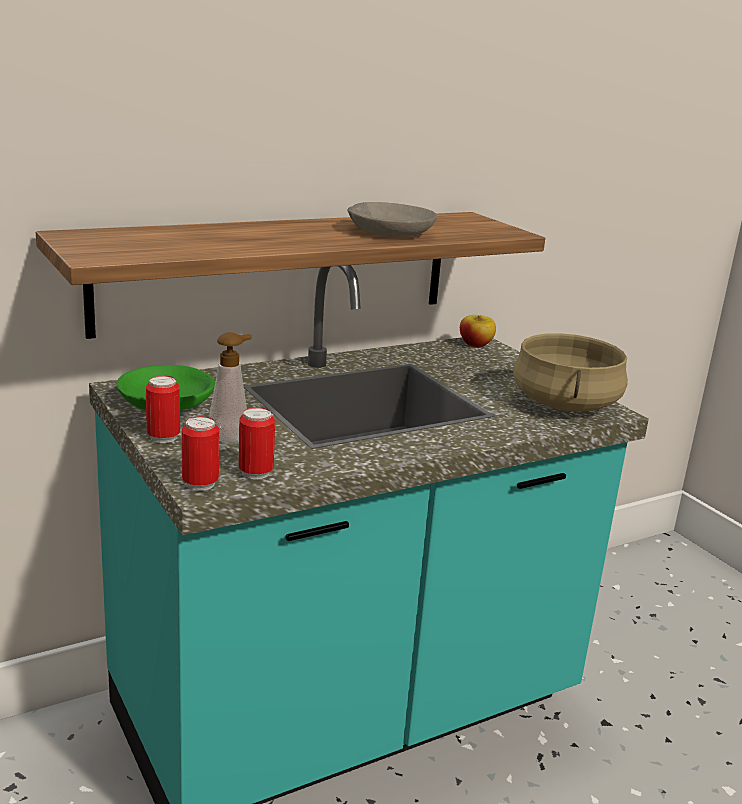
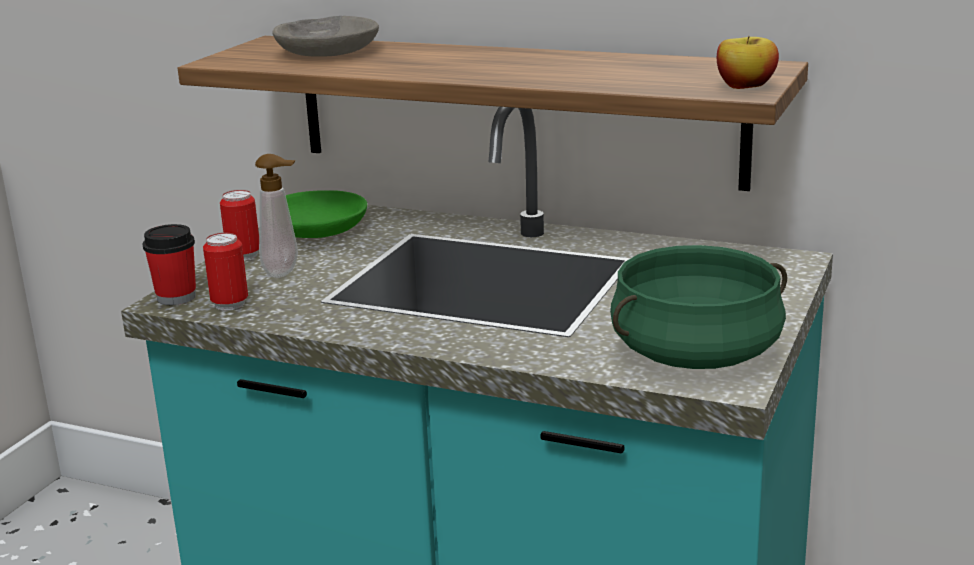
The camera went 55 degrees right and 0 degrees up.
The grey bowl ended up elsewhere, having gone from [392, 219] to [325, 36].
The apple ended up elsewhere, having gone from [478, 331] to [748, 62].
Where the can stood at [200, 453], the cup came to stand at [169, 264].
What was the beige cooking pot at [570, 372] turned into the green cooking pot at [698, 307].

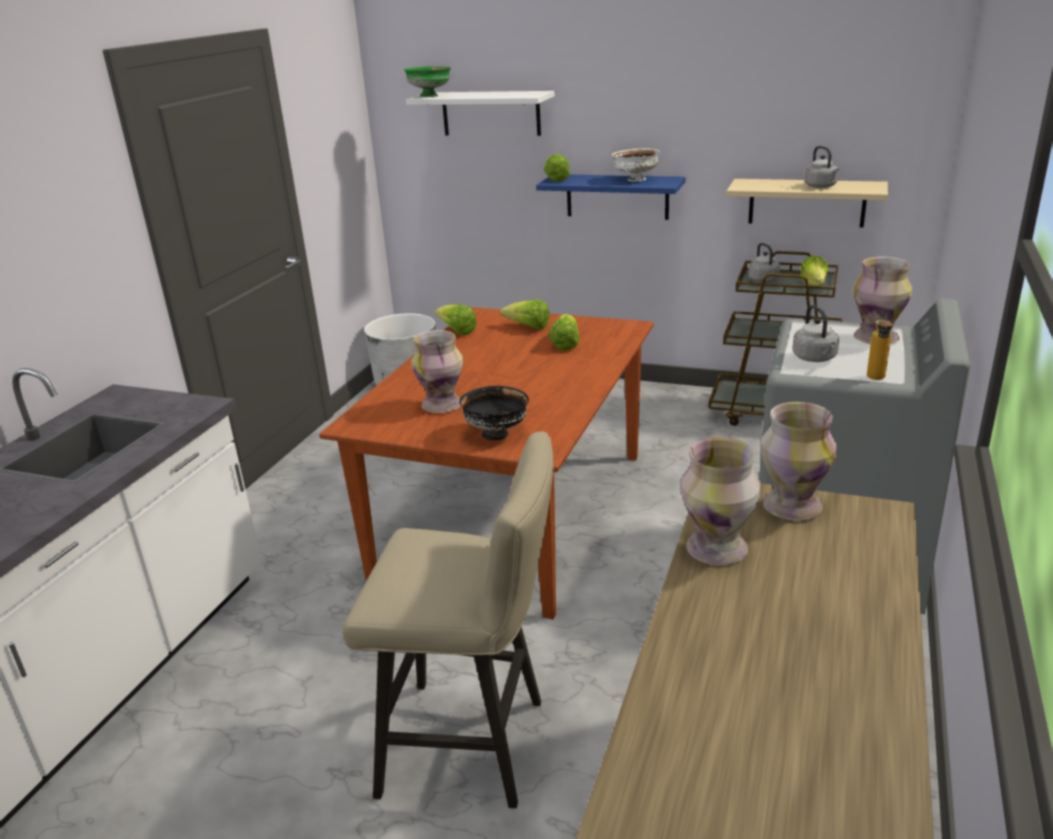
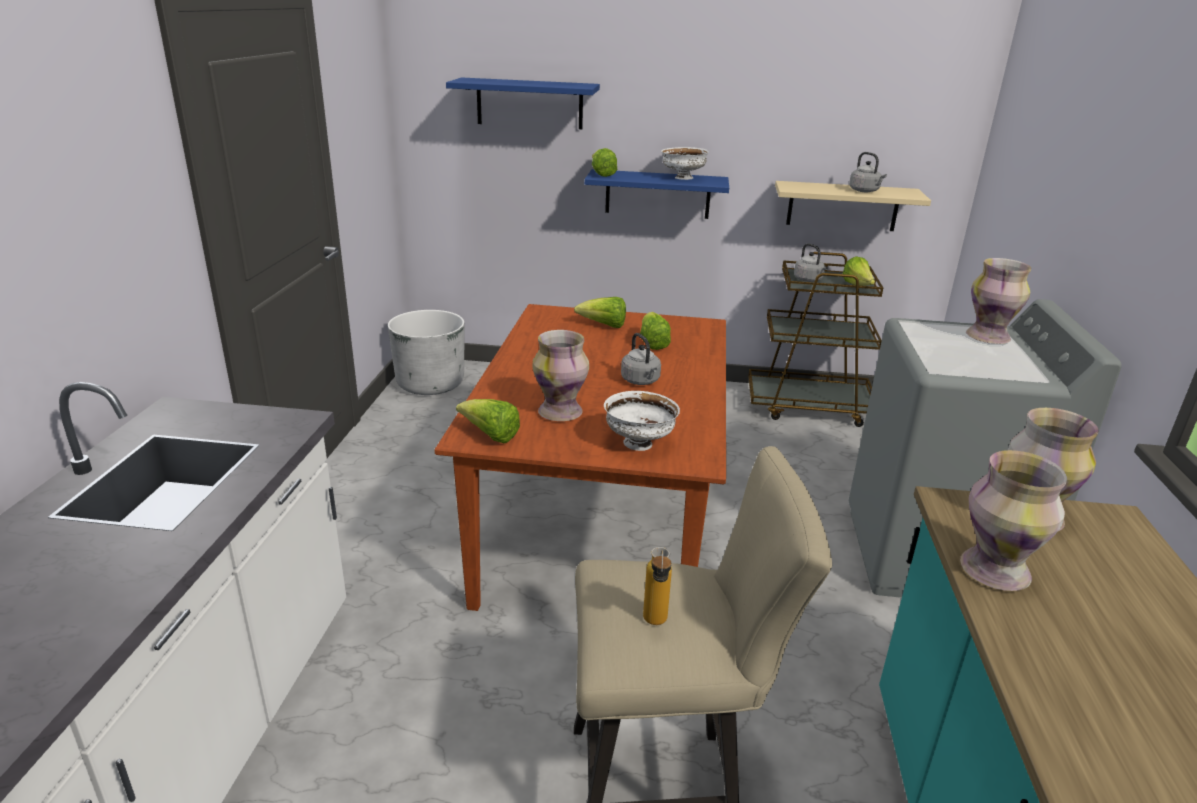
The camera went 15 degrees left and 0 degrees up.
The second view lost the green bowl at [427, 82].
The lettuce ended up elsewhere, having gone from [456, 319] to [488, 421].
The grey kettle ended up elsewhere, having gone from [816, 333] to [641, 359].
The bottle ended up elsewhere, having gone from [880, 347] to [657, 586].
What was the white shelf at [480, 113] turned into the blue shelf at [523, 103].
What was the black bowl at [494, 413] turned into the white bowl at [642, 421].

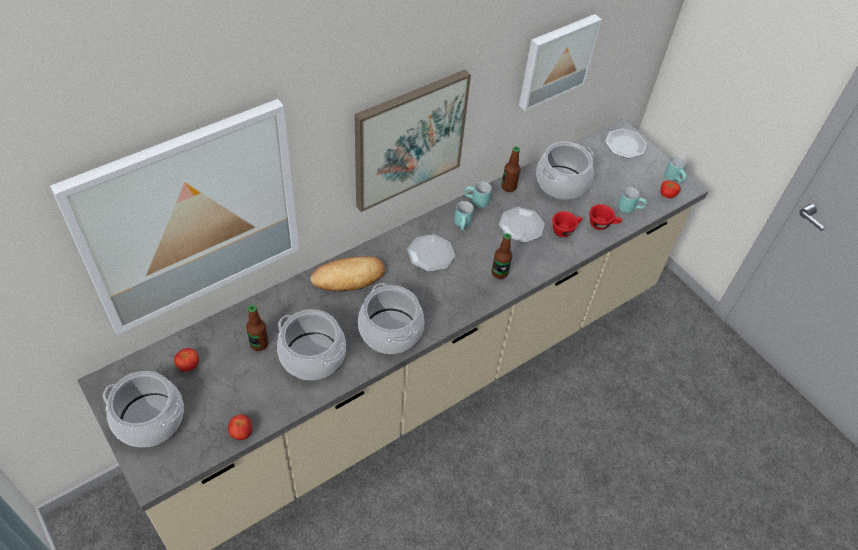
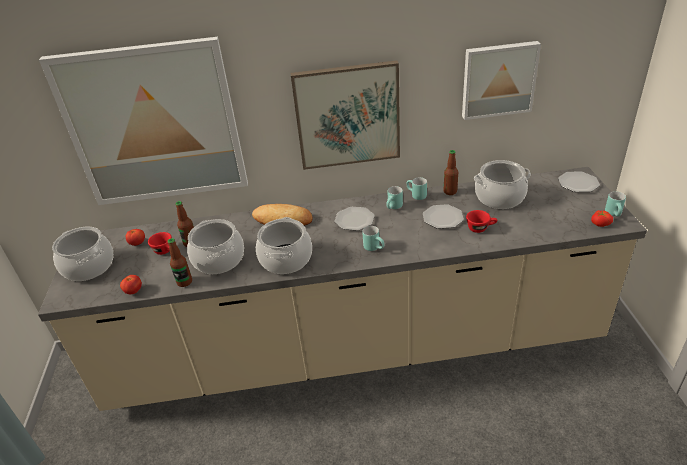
The camera went 35 degrees right and 15 degrees down.
The bottle ended up elsewhere, having gone from [502, 256] to [179, 262].
The red cup ended up elsewhere, having gone from [605, 217] to [160, 243].
The turquoise mug ended up elsewhere, having gone from [632, 200] to [373, 238].

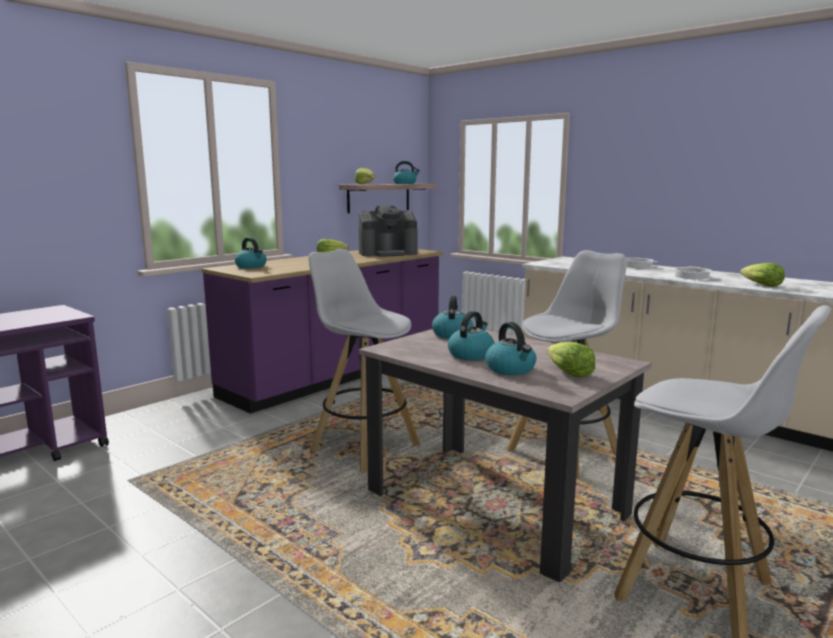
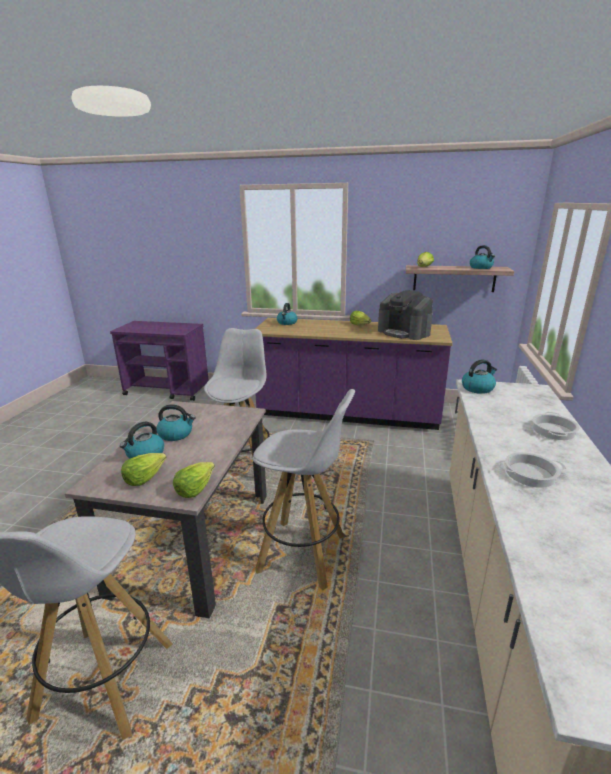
The camera went 60 degrees right and 10 degrees up.
The kettle ended up elsewhere, having gone from [453, 317] to [479, 376].
The lettuce ended up elsewhere, having gone from [762, 275] to [194, 480].

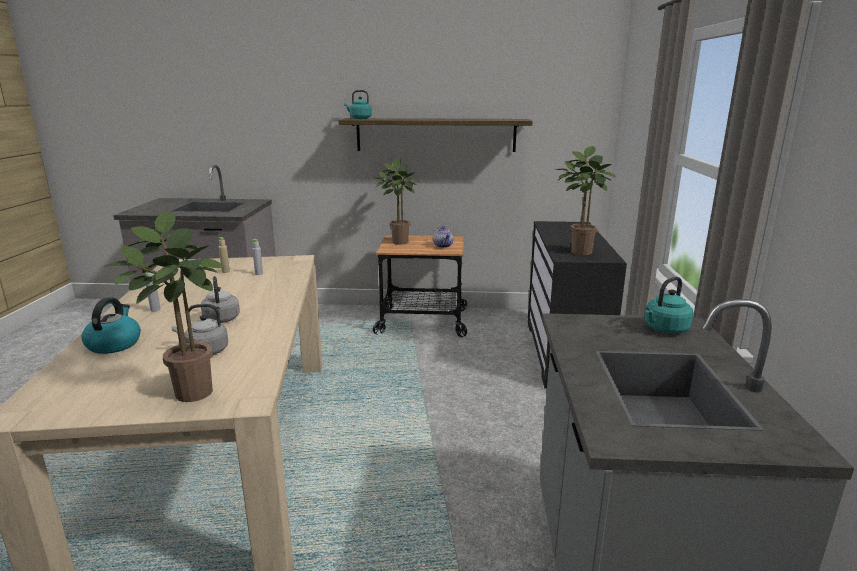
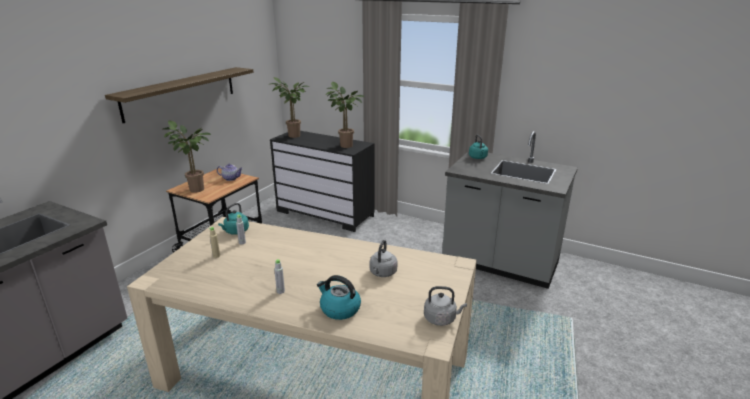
The camera went 65 degrees left and 5 degrees up.
The potted plant ended up elsewhere, having gone from [164, 306] to [289, 107].
The grey kettle ended up elsewhere, having gone from [220, 299] to [445, 306].
The turquoise kettle ended up elsewhere, having gone from [358, 104] to [233, 219].

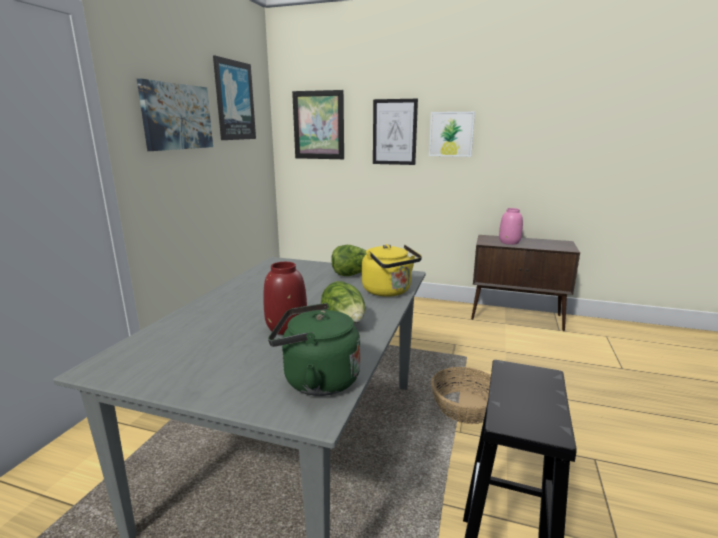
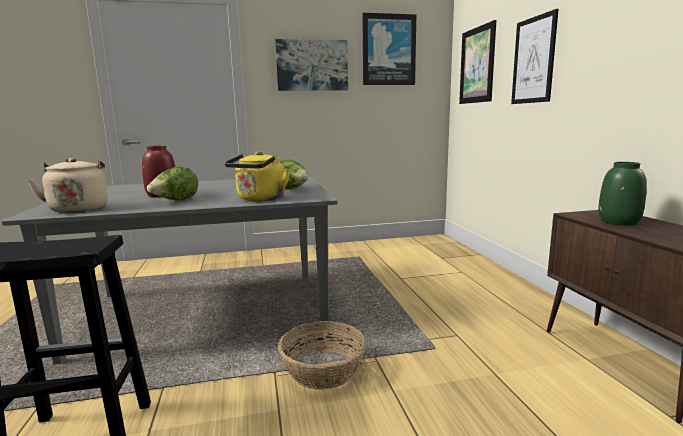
The camera went 60 degrees right and 5 degrees down.
The second view lost the picture at [452, 134].
What was the green kettle at [314, 349] turned into the beige kettle at [67, 185].
What was the pink vase at [511, 226] turned into the green vase at [622, 194].

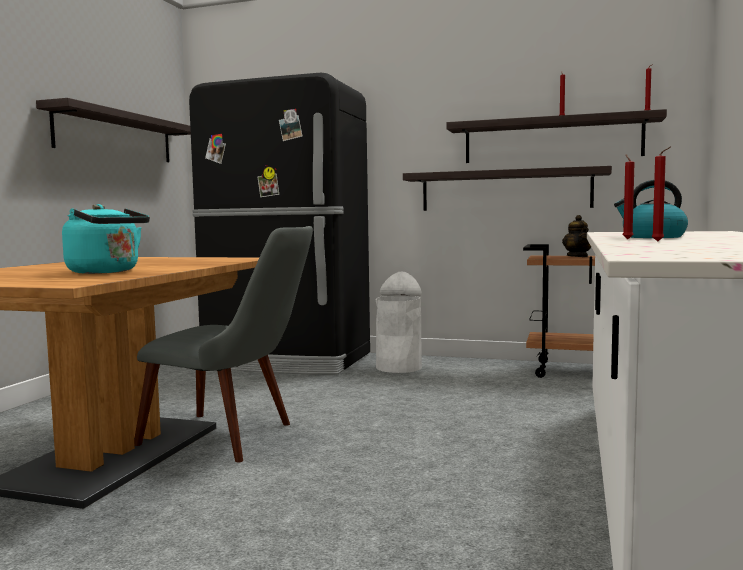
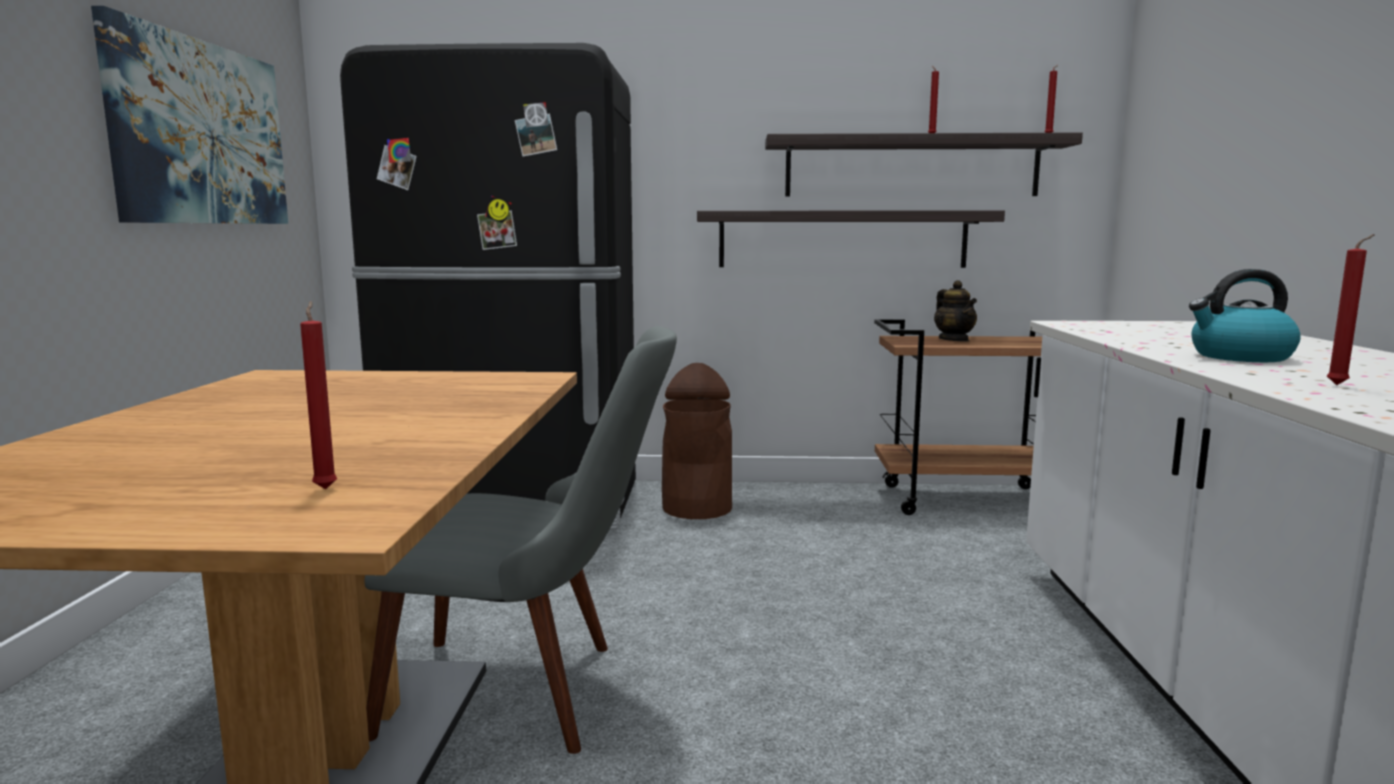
The camera went 15 degrees left and 5 degrees up.
The second view lost the turquoise kettle at [106, 239].
The red candle ended up elsewhere, having gone from [628, 196] to [318, 395].
Where the shelf hung at [113, 130], the picture came to hang at [189, 115].
What was the white trash can at [398, 322] turned into the brown trash can at [697, 441].

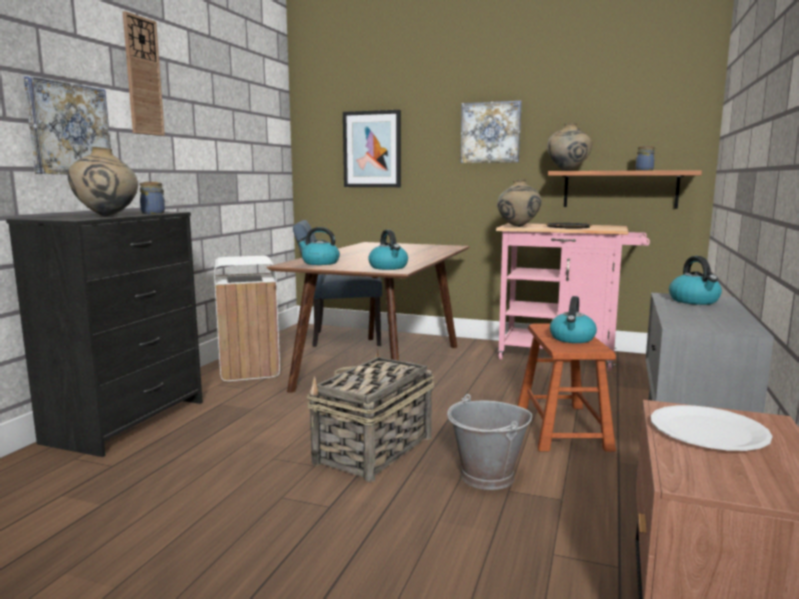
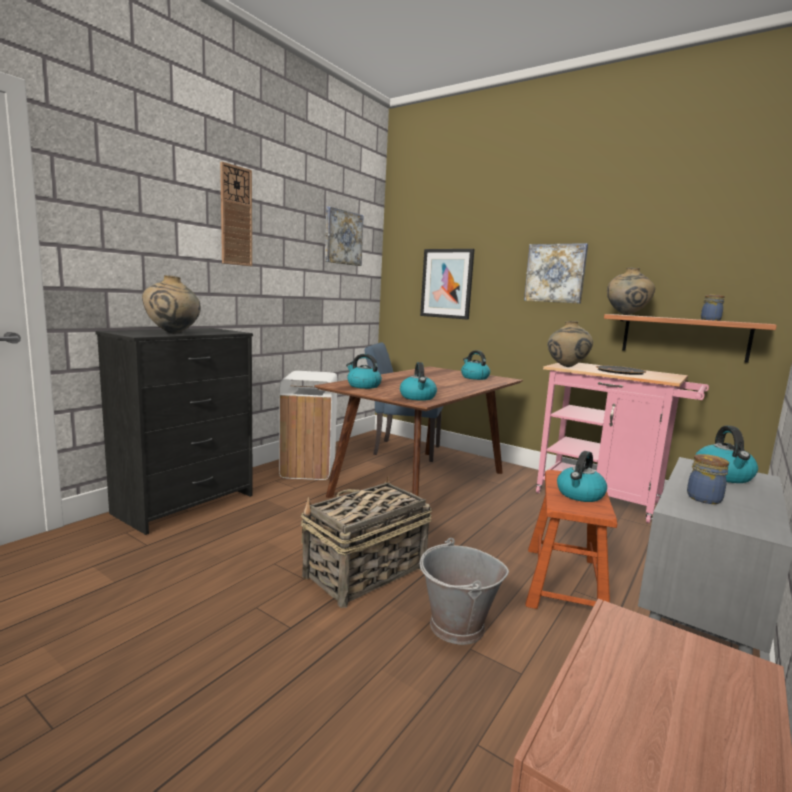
The camera went 15 degrees right and 0 degrees up.
The second view lost the white plate at [711, 428].
The second view gained the kettle at [475, 365].
The picture ended up elsewhere, having gone from [67, 125] to [344, 236].
The jar ended up elsewhere, having gone from [152, 198] to [708, 479].

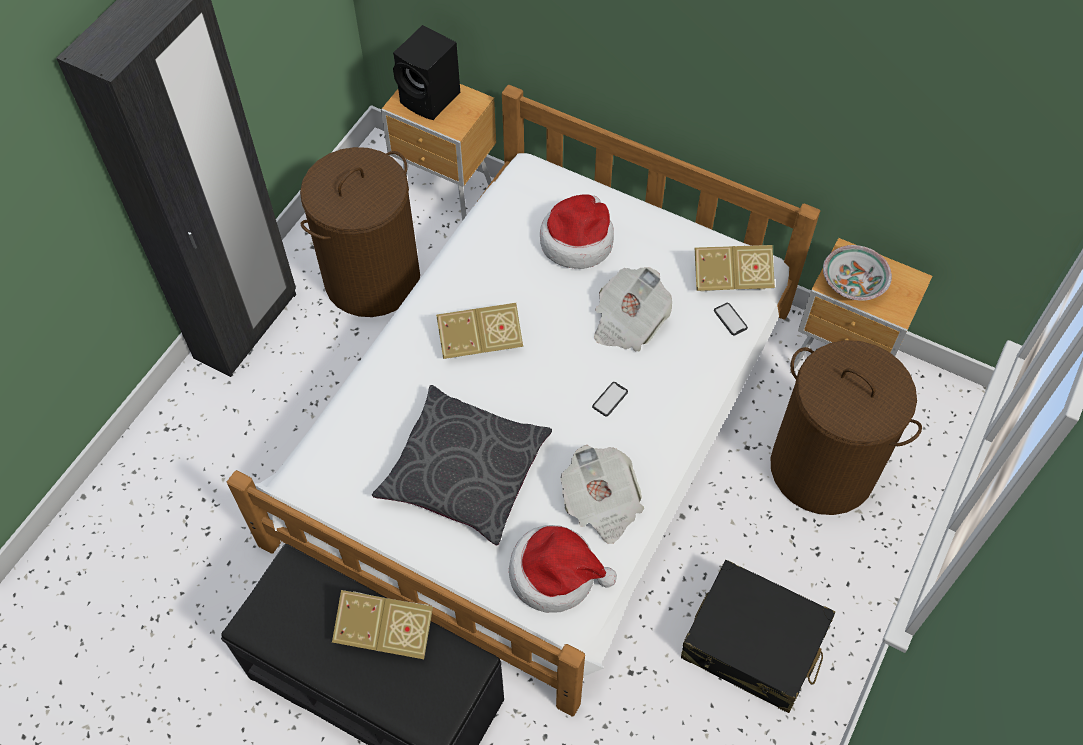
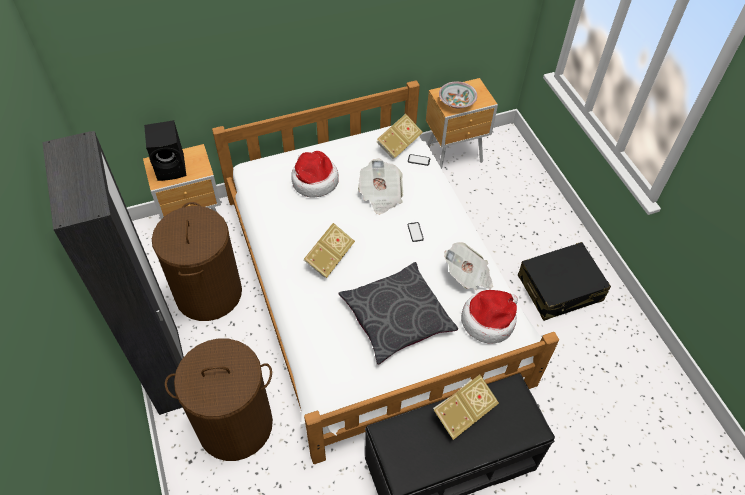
The camera went 50 degrees left and 5 degrees down.
The brown laundry basket ended up elsewhere, having gone from [846, 427] to [219, 400].

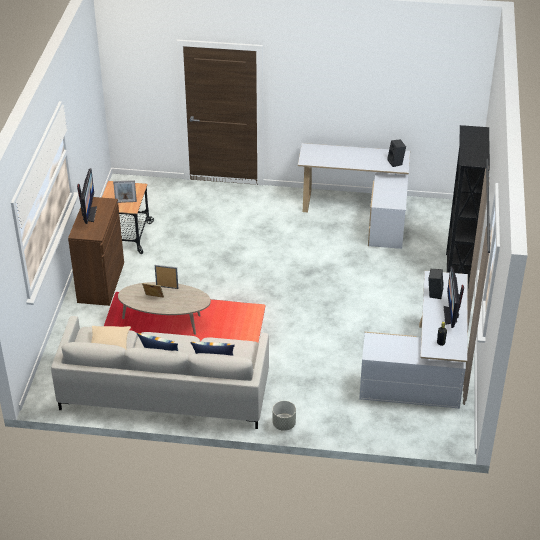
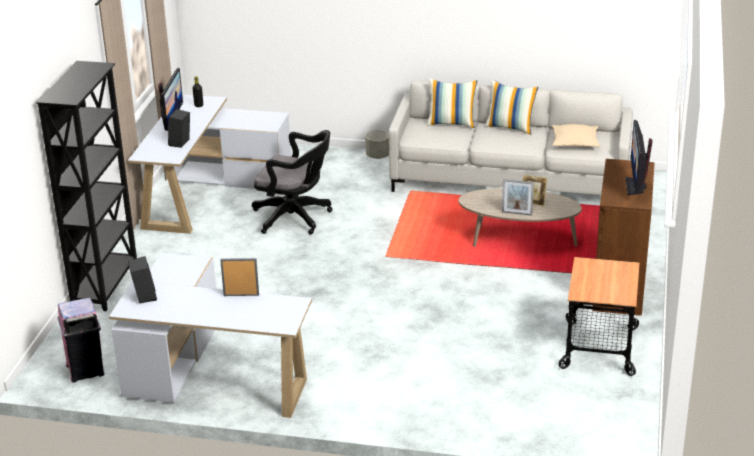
The camera went 175 degrees left and 10 degrees down.
The second view gained the pink trash can at [81, 340].
The second view gained the black office chair at [292, 182].
The picture frame ended up elsewhere, having gone from [125, 191] to [239, 277].

